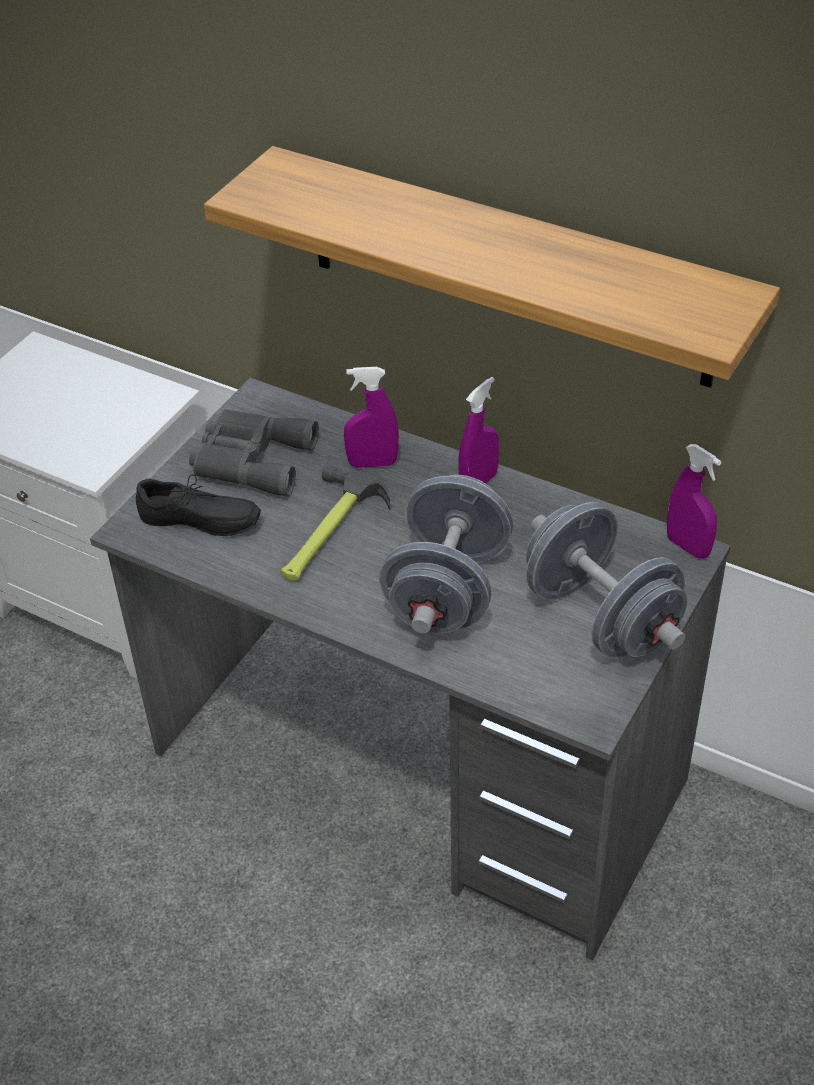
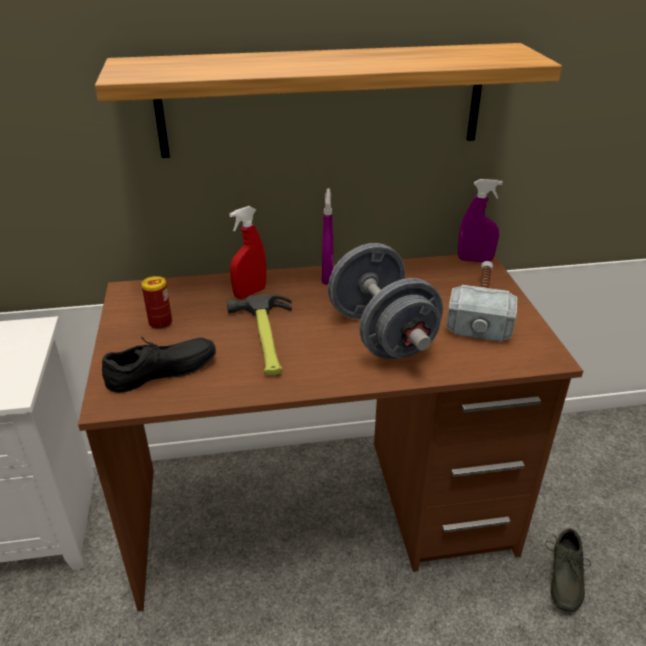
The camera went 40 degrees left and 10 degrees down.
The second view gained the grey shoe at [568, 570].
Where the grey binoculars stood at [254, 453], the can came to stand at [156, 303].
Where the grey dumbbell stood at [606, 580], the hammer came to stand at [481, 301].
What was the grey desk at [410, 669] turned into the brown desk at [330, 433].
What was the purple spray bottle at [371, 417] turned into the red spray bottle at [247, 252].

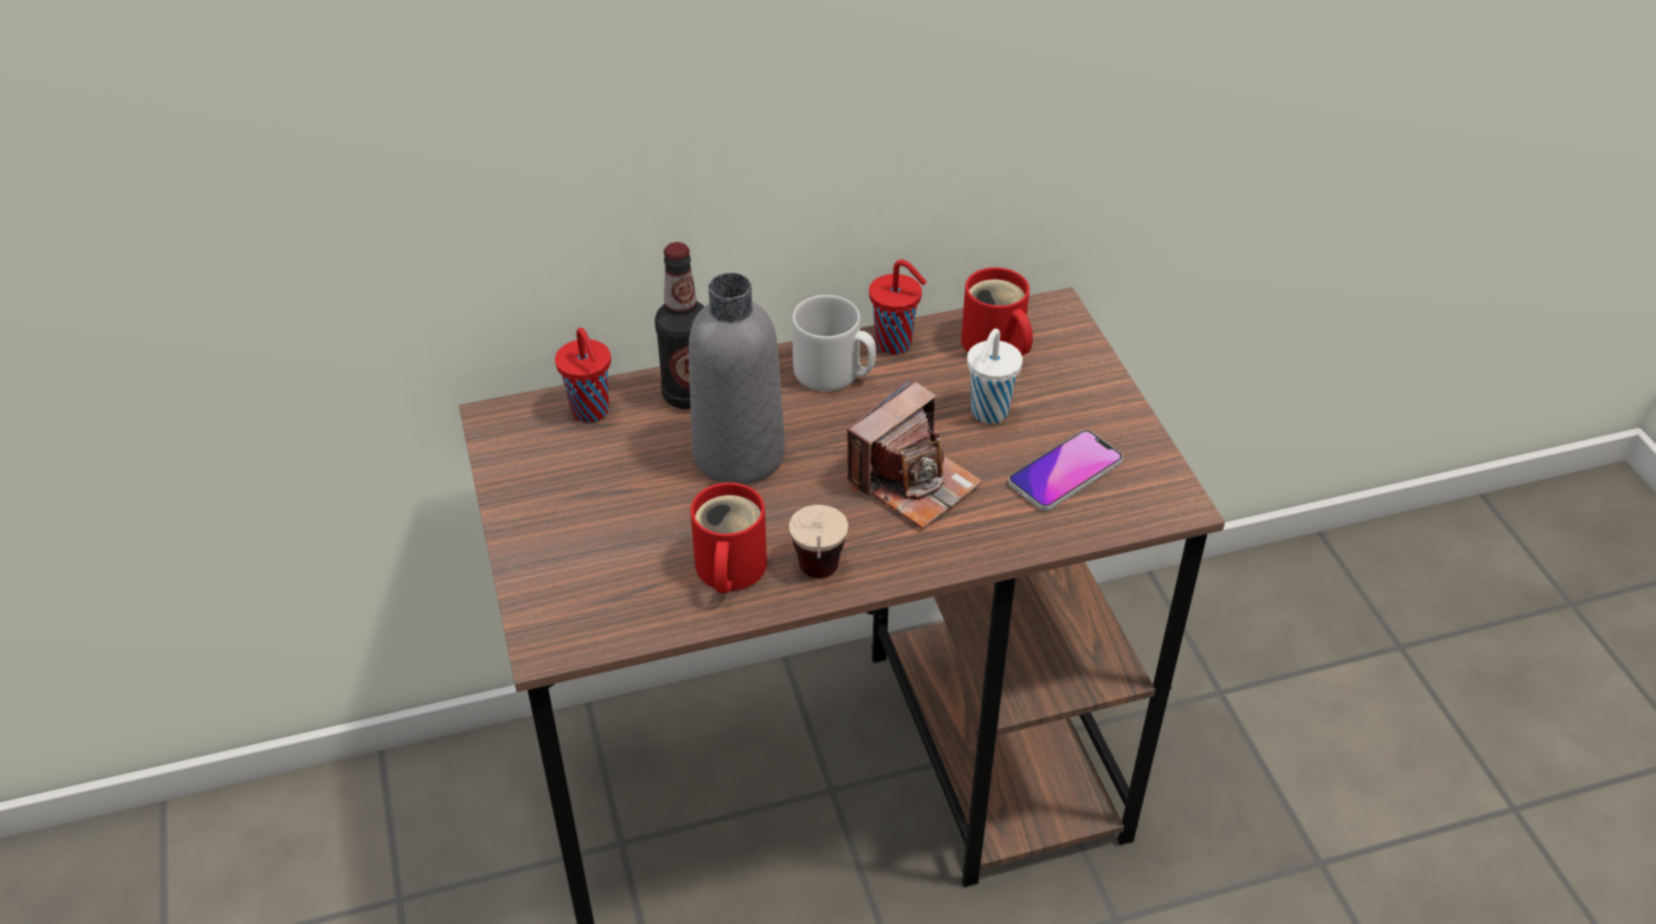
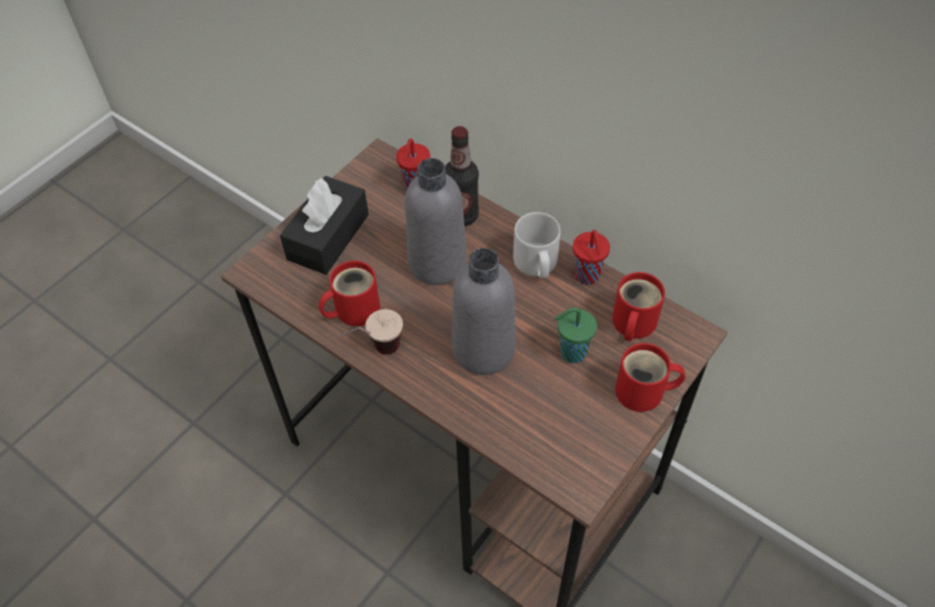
The camera went 55 degrees right and 10 degrees up.
The second view lost the phone at [1065, 470].
The second view gained the black tissue box at [324, 225].
The second view gained the red mug at [650, 377].
Where the photo camera stood at [914, 454], the grey bottle came to stand at [484, 311].
What was the white cup at [995, 376] turned into the green cup at [576, 335].

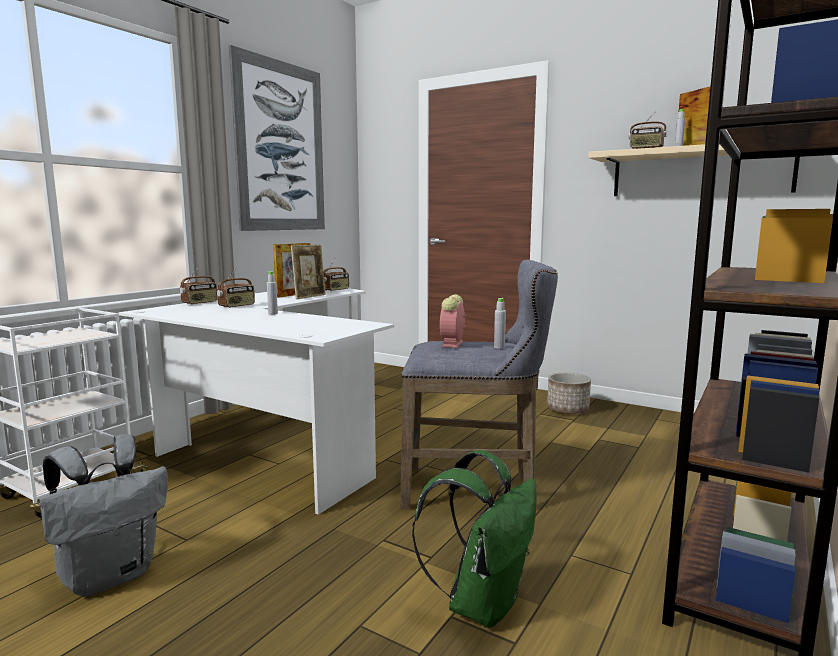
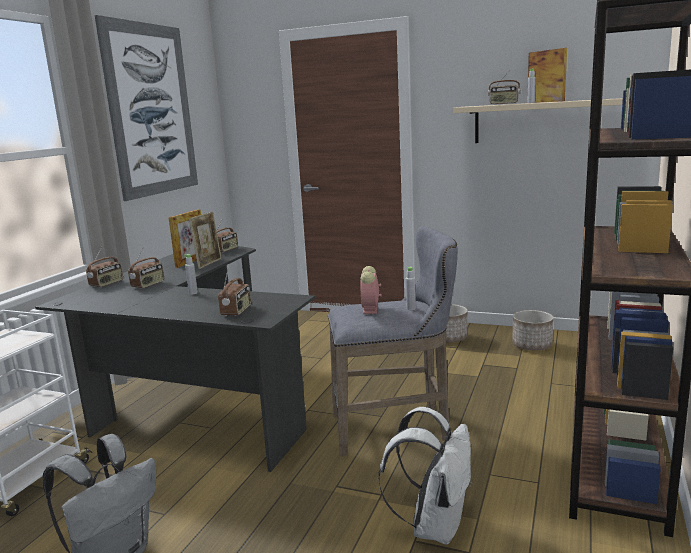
The camera went 10 degrees left and 5 degrees up.
The second view gained the radio at [234, 291].
The second view gained the planter at [533, 330].
What was the white desk at [256, 401] turned into the black desk at [175, 359].
What was the green backpack at [474, 539] turned into the white backpack at [425, 476].

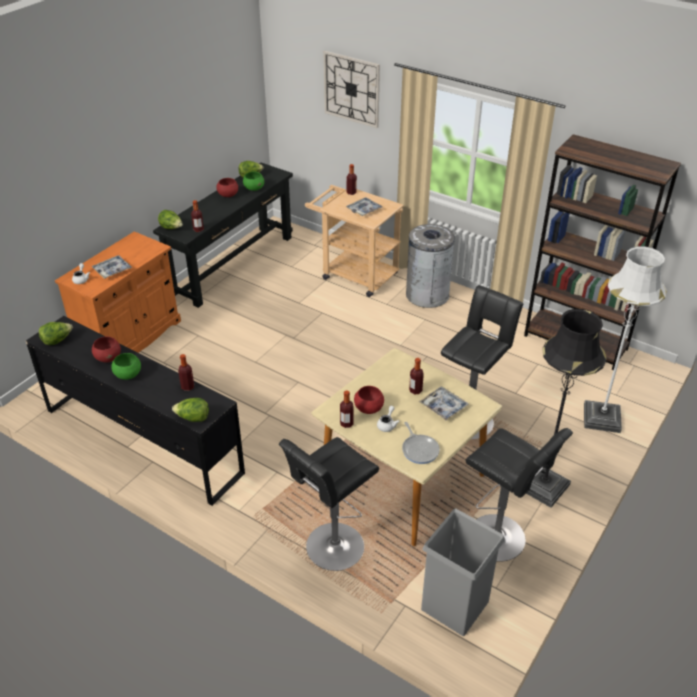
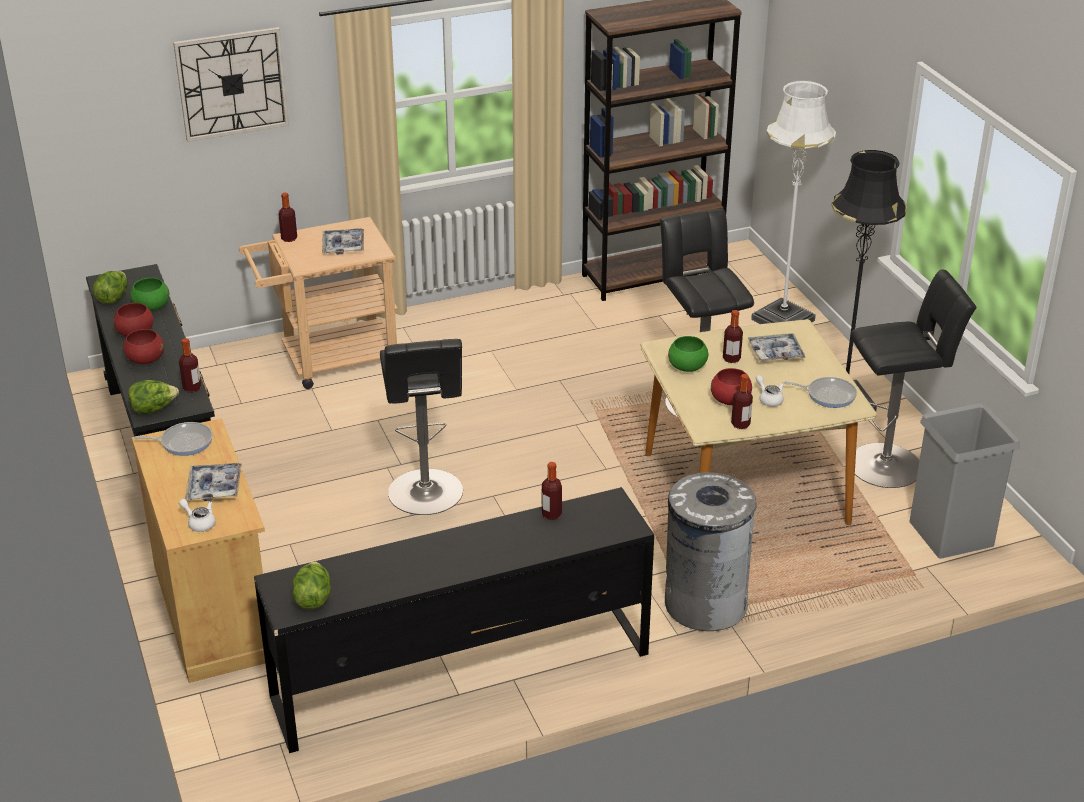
The camera went 55 degrees left and 5 degrees down.
The second view lost the lettuce at [190, 410].
The second view gained the frying pan at [173, 439].
The red bowl ended up elsewhere, having gone from [106, 349] to [143, 346].
The green bowl ended up elsewhere, having gone from [126, 366] to [688, 354].
The black stool ended up elsewhere, having gone from [329, 504] to [421, 427].
The grey trash can ended up elsewhere, having gone from [430, 266] to [711, 551].
What was the orange cabinet at [118, 292] turned into the beige cabinet at [198, 550].

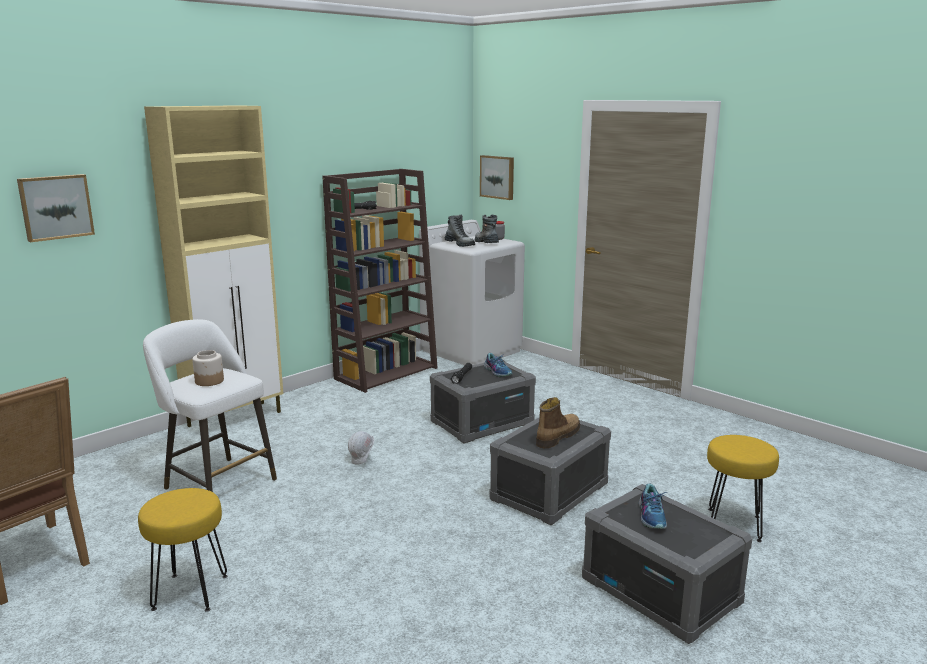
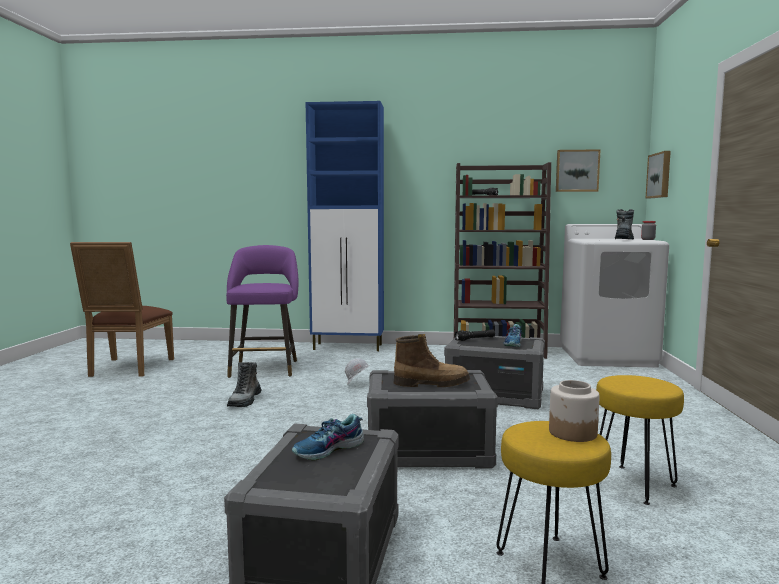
The camera went 50 degrees right and 10 degrees down.
The picture ended up elsewhere, having gone from [56, 208] to [578, 170].
The yellow stool ended up elsewhere, having gone from [183, 550] to [640, 440].
The jar ended up elsewhere, having gone from [208, 368] to [574, 411].
The boot ended up elsewhere, having gone from [460, 230] to [244, 384].
What was the white stool at [210, 405] turned into the purple stool at [262, 311].
What was the beige cabinet at [213, 266] turned into the blue cabinet at [345, 226].

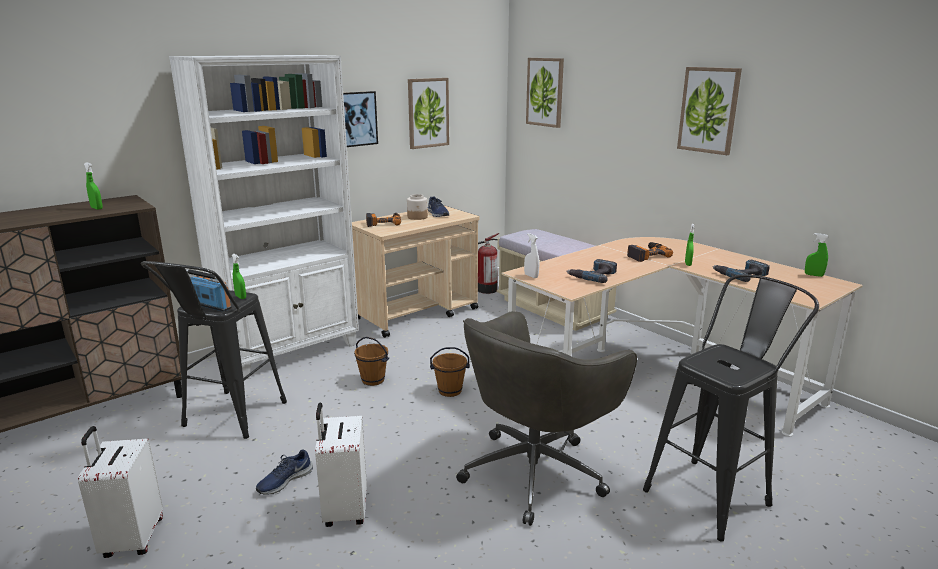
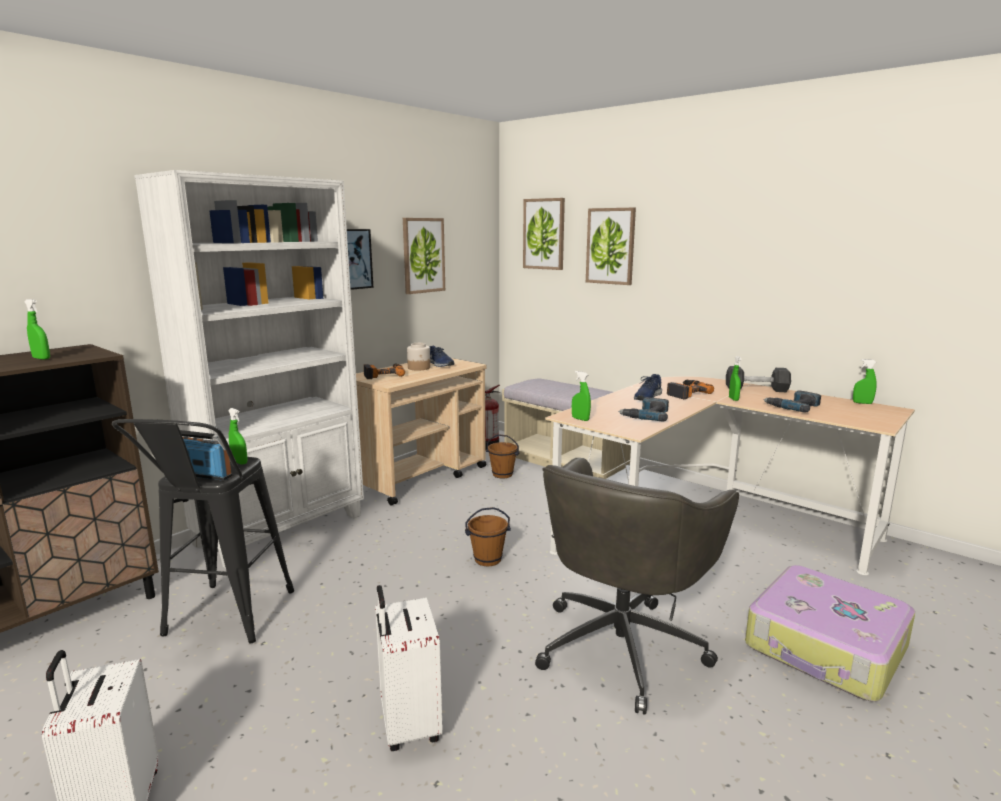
The camera went 10 degrees left and 5 degrees down.
The second view gained the black dumbbell at [758, 379].
The blue shoe ended up elsewhere, having gone from [284, 472] to [648, 387].
The brown bucket ended up elsewhere, having gone from [371, 361] to [503, 456].
The picture ended up elsewhere, having gone from [709, 111] to [611, 246].
Where the black stool stood at [731, 407], the suitcase came to stand at [830, 633].
What was the white spray bottle at [531, 255] turned into the green spray bottle at [581, 396].

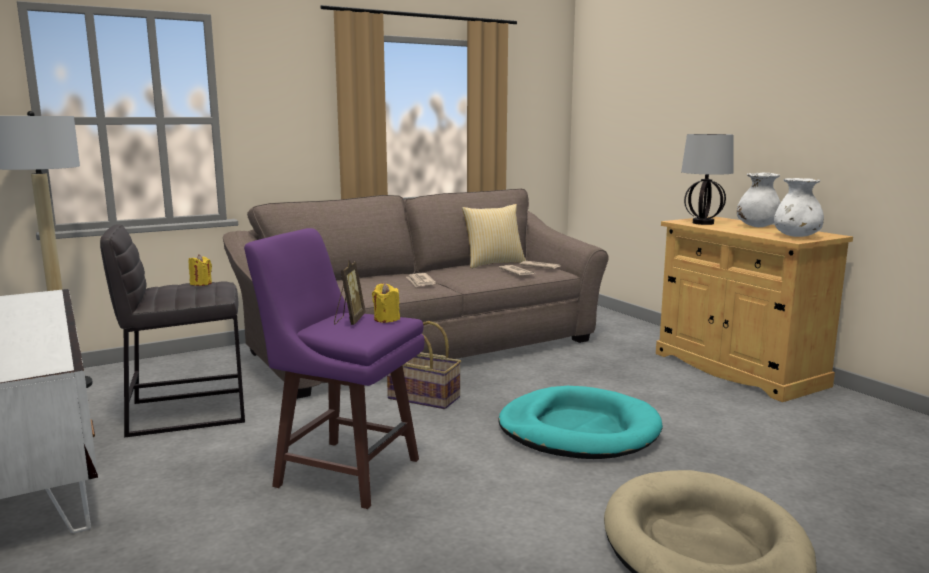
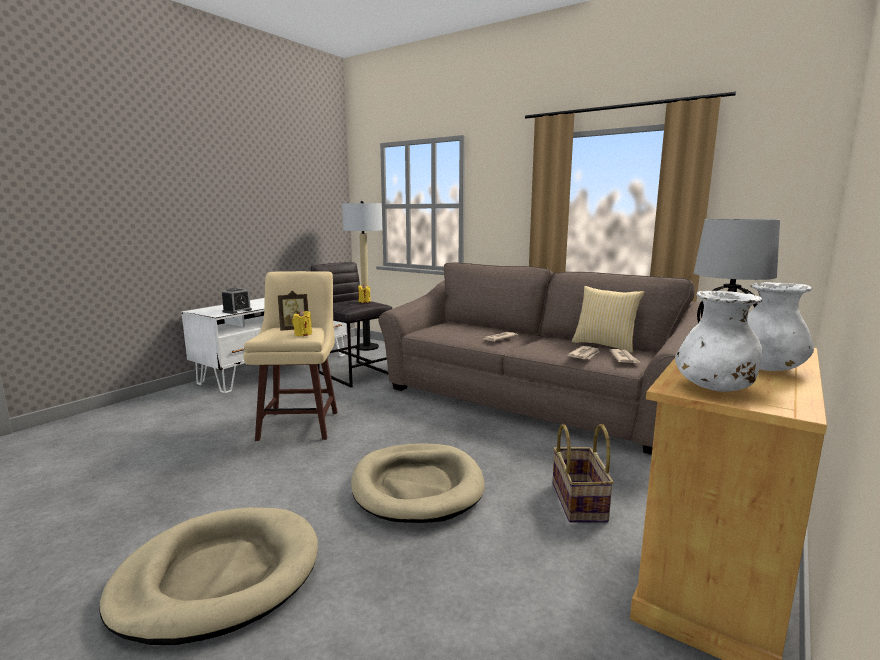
The camera went 65 degrees right and 0 degrees up.
The second view gained the alarm clock at [237, 301].
The basket ended up elsewhere, having gone from [424, 365] to [583, 473].
What was the purple stool at [334, 368] turned into the beige stool at [290, 356].
What was the turquoise dog bed at [581, 422] turned into the beige dog bed at [418, 483].

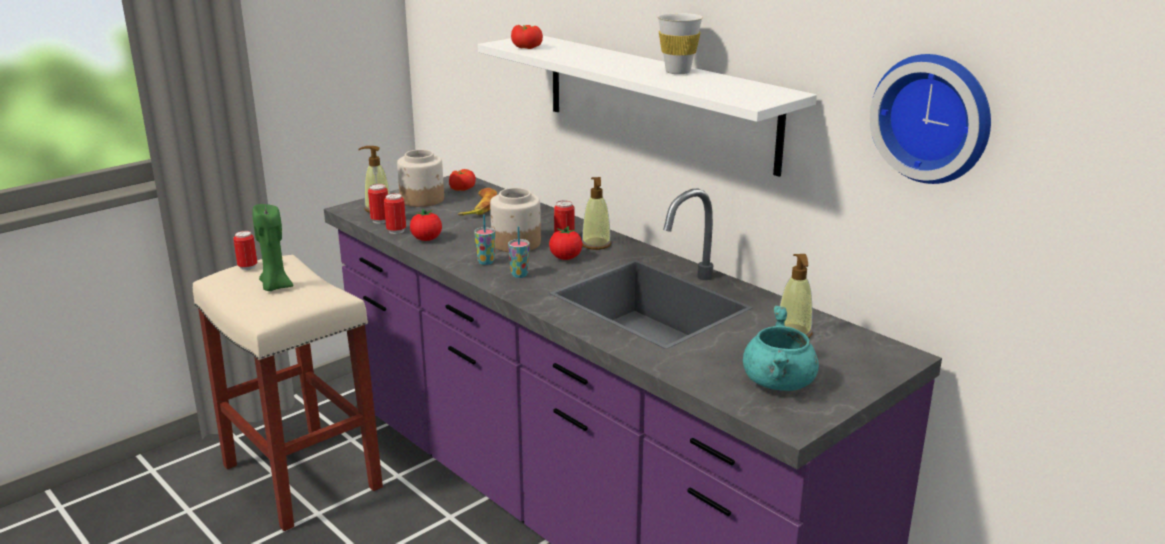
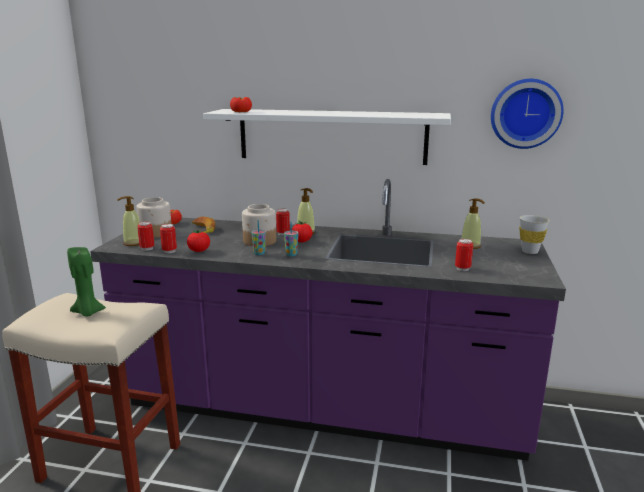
The camera went 35 degrees left and 5 degrees down.
The second view lost the turquoise cooking pot at [781, 348].
The can ended up elsewhere, having gone from [245, 250] to [464, 255].
The white cup ended up elsewhere, having gone from [680, 43] to [534, 234].

